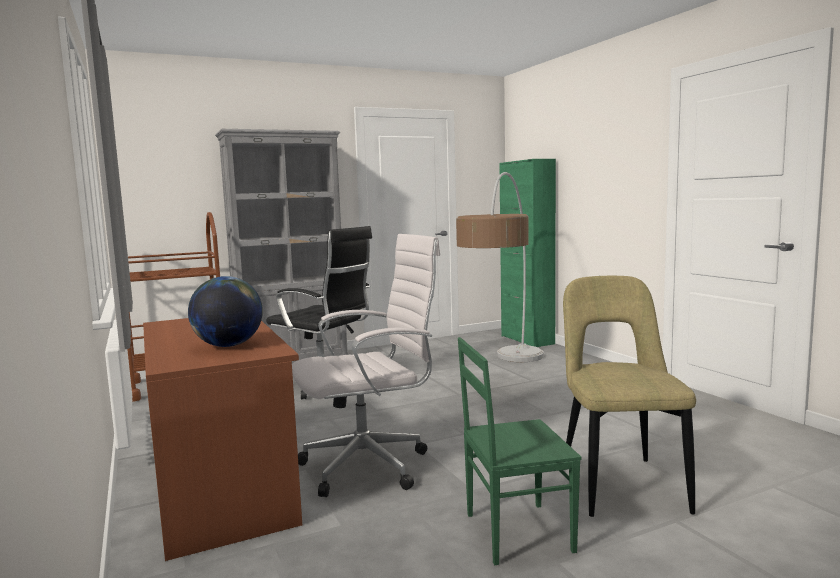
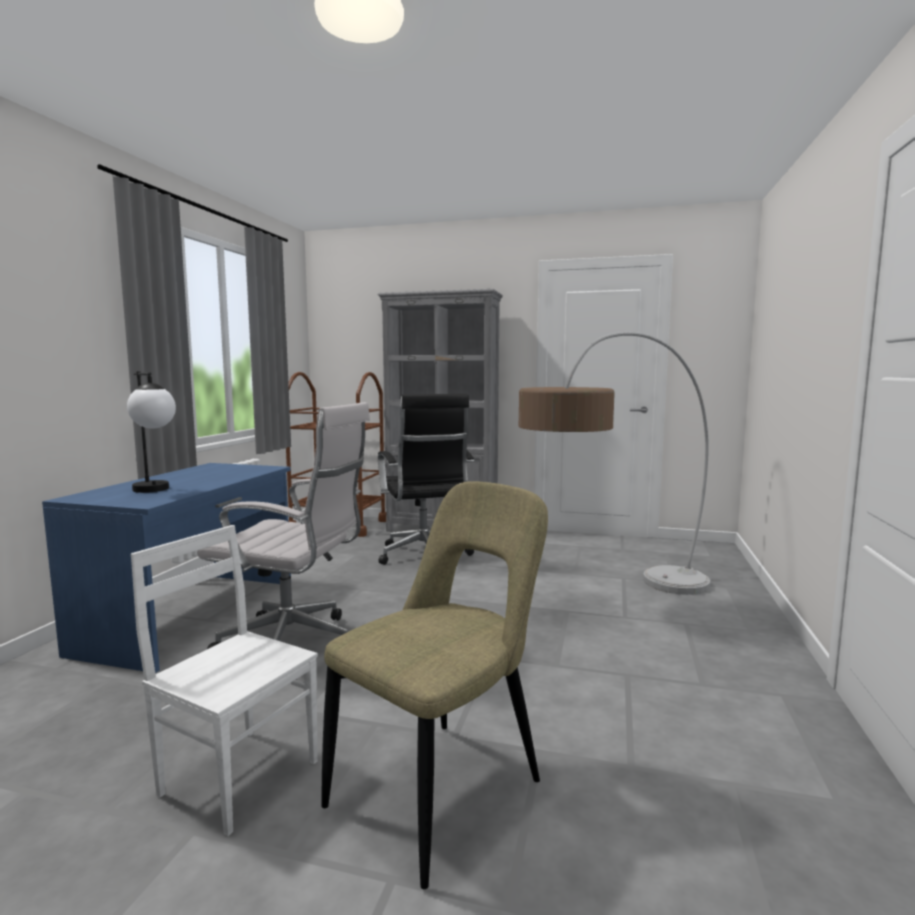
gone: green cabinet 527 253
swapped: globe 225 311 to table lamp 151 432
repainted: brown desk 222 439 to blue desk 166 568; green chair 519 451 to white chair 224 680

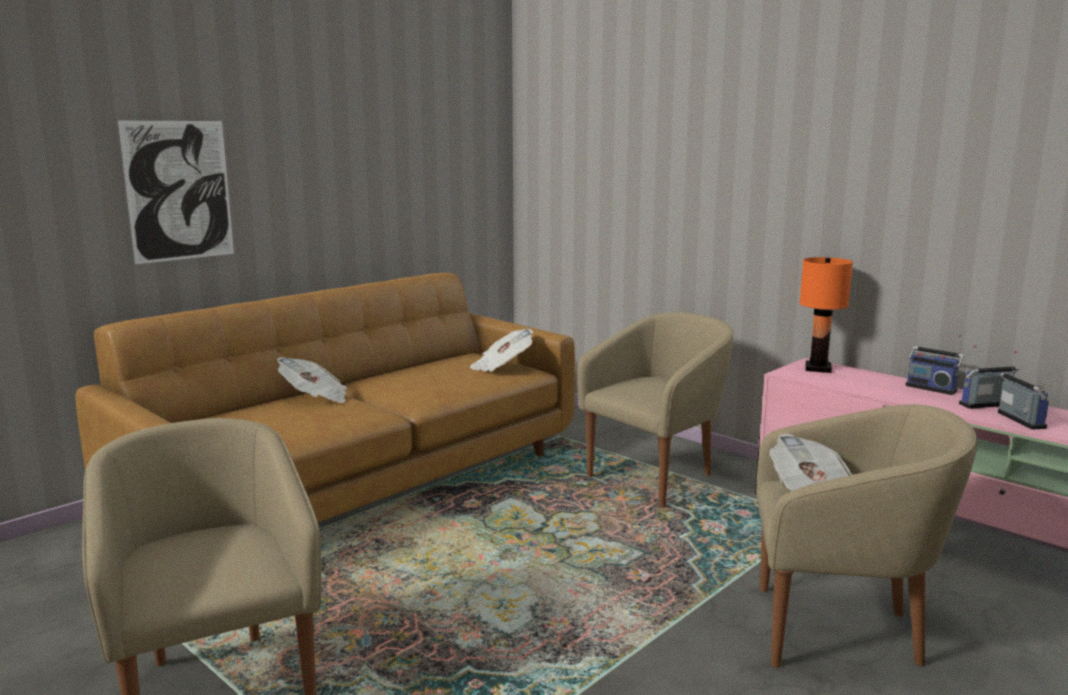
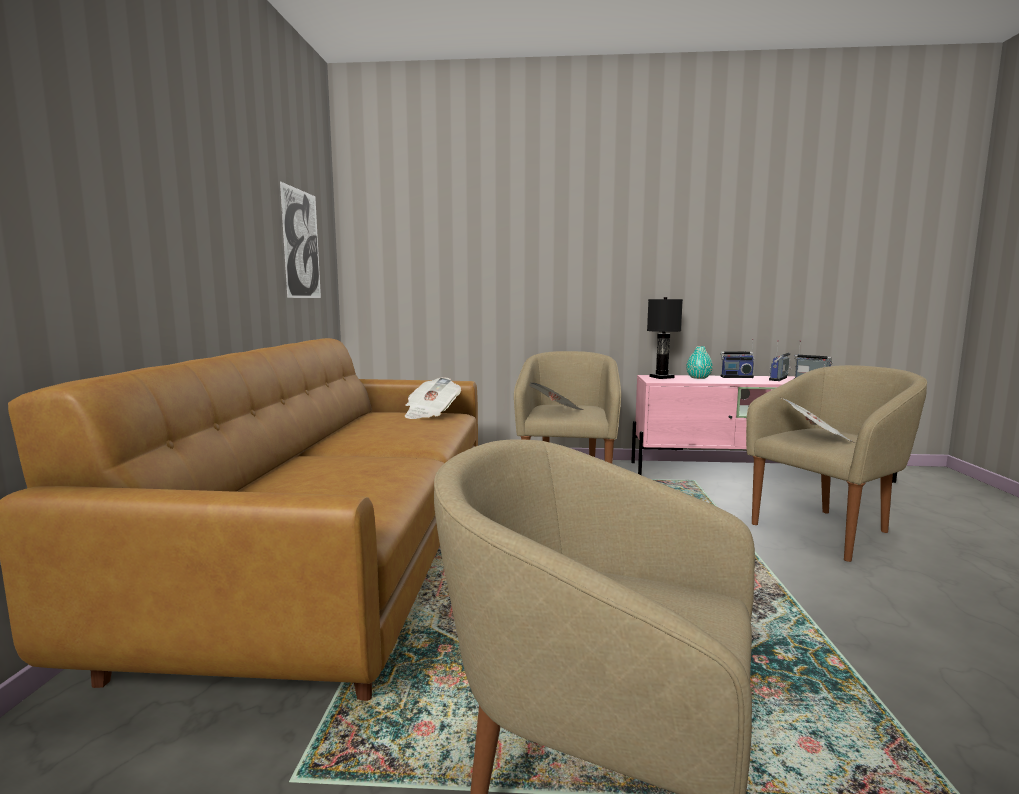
new: turquoise vase 699 362
shifted: picture 176 192 to 300 239; newspaper 312 380 to 556 396
repainted: orange table lamp 826 315 to black table lamp 665 338

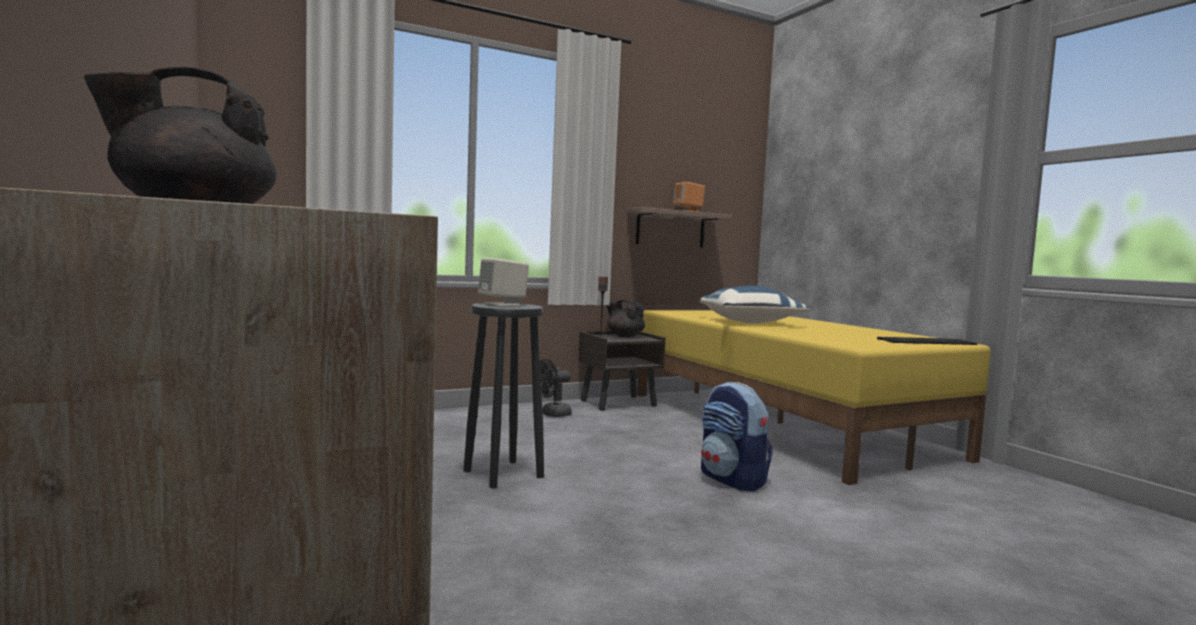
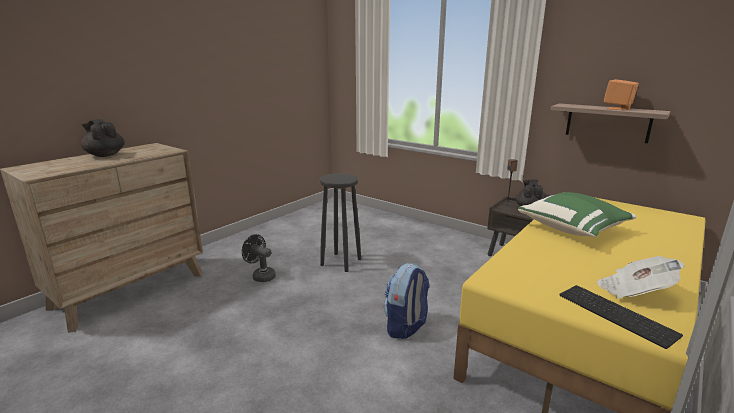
gone: beige speaker 503 282
new: newspaper 641 277
shifted: black fan 556 388 to 259 258
repainted: blue pillow 754 304 to green pillow 577 214

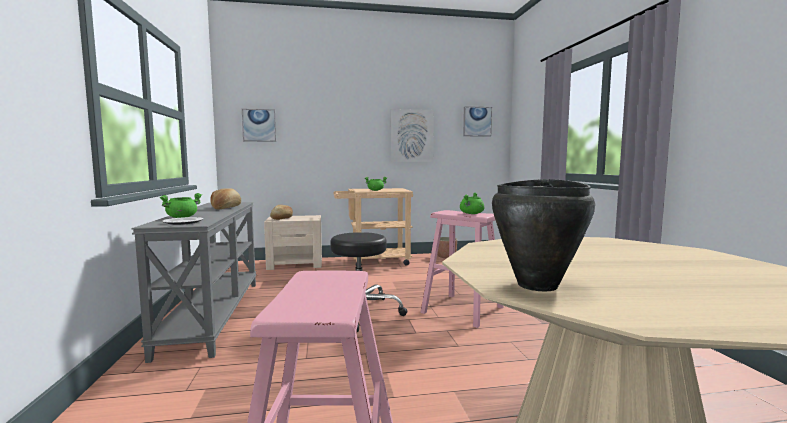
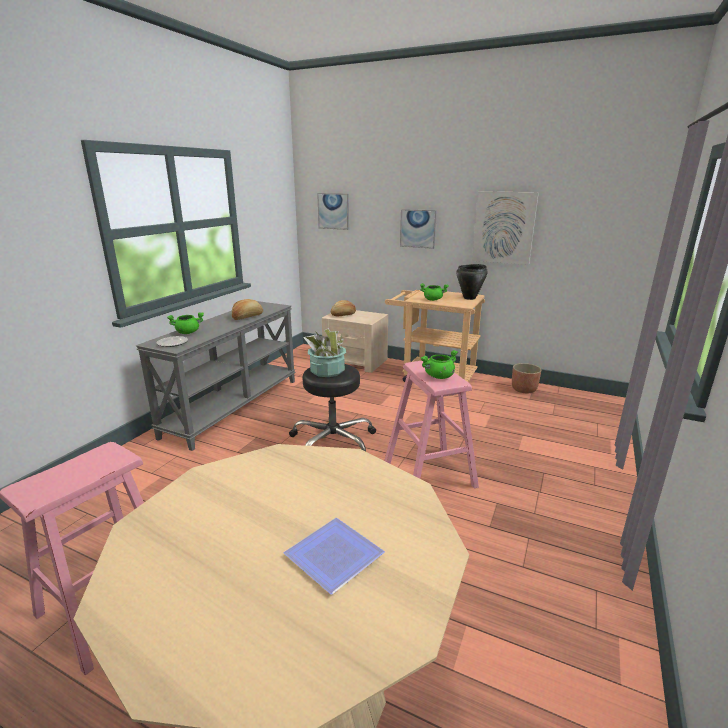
new: potted plant 324 352; plate 334 556
shifted: picture 477 121 to 418 229; black cooking pot 543 235 to 472 282

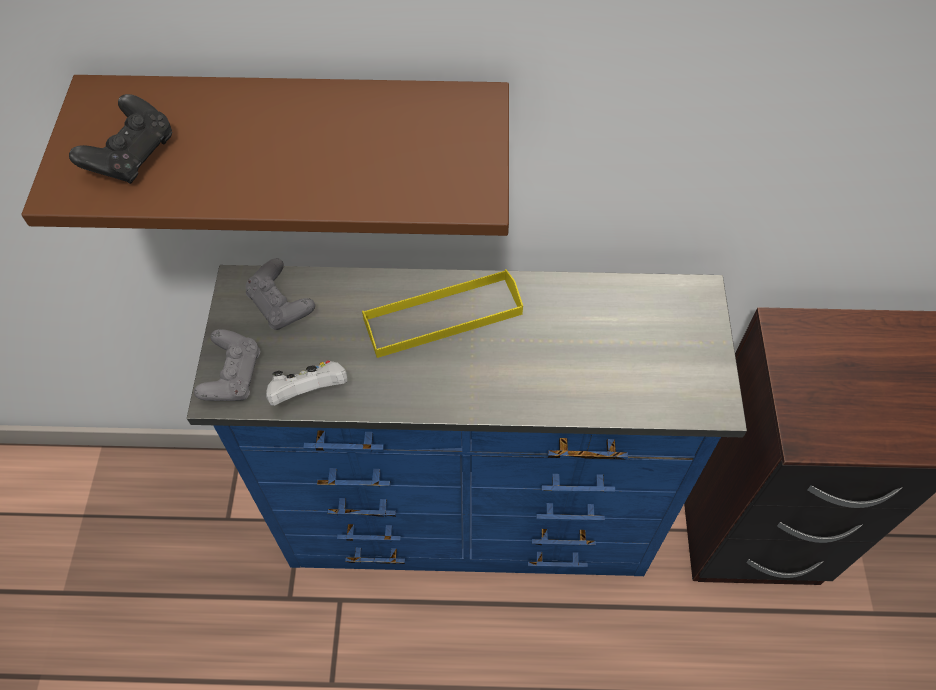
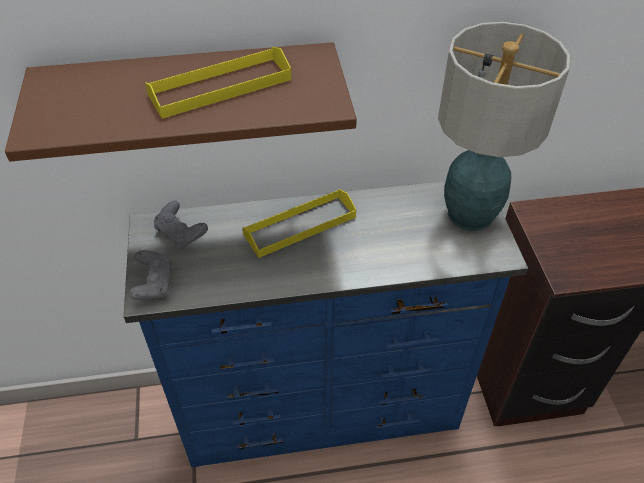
gone: black game controller 120 139; white game controller 306 383
new: table lamp 504 126; yellow tray 218 82

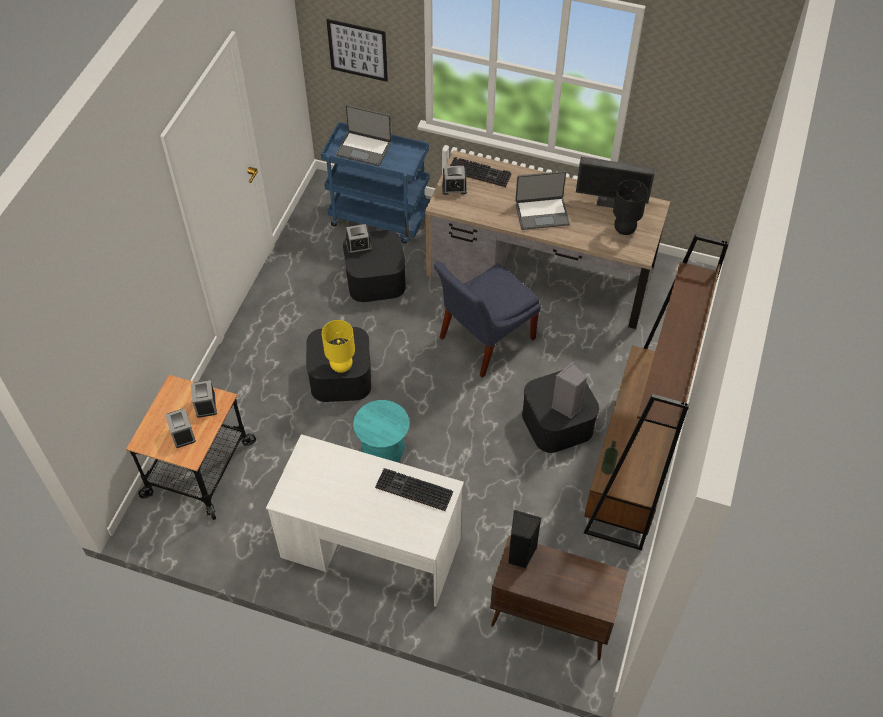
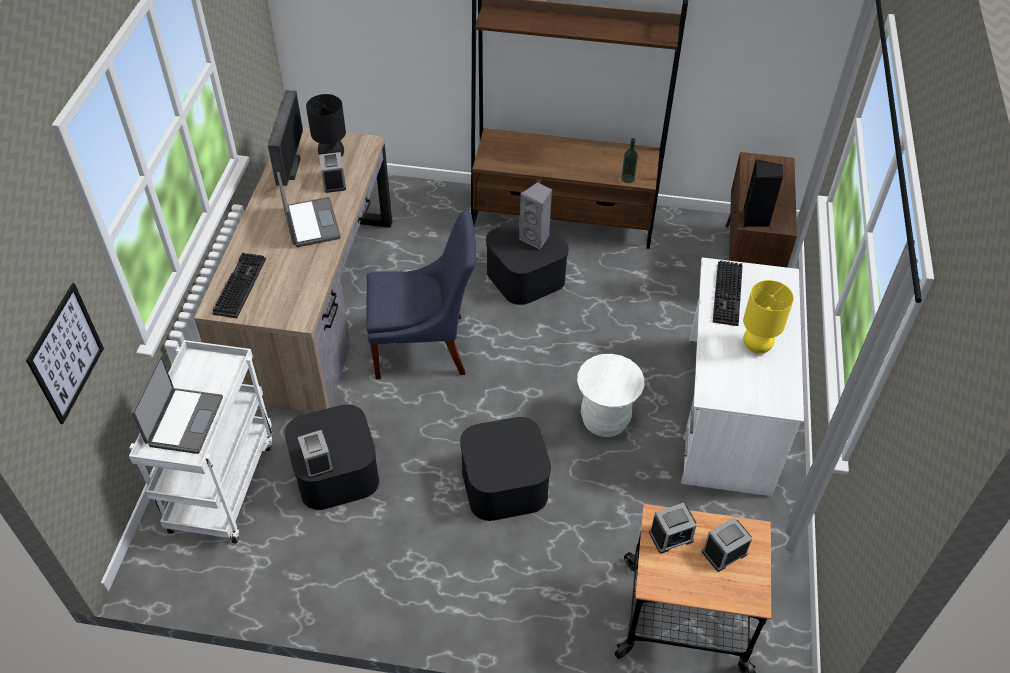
shifted: alarm clock 454 180 to 332 172; yellow table lamp 338 346 to 768 317
repainted: blue cart 375 183 to white cart 200 442; turquoise stool 381 431 to white stool 611 395
rotated: blue chair 487 320 = 421 295 45 degrees counterclockwise

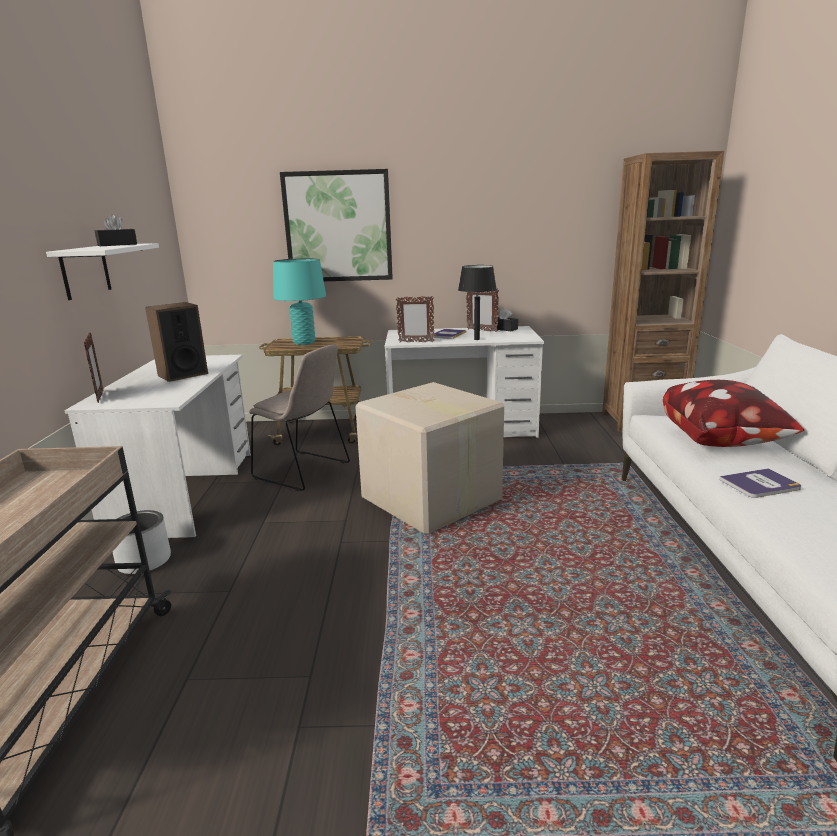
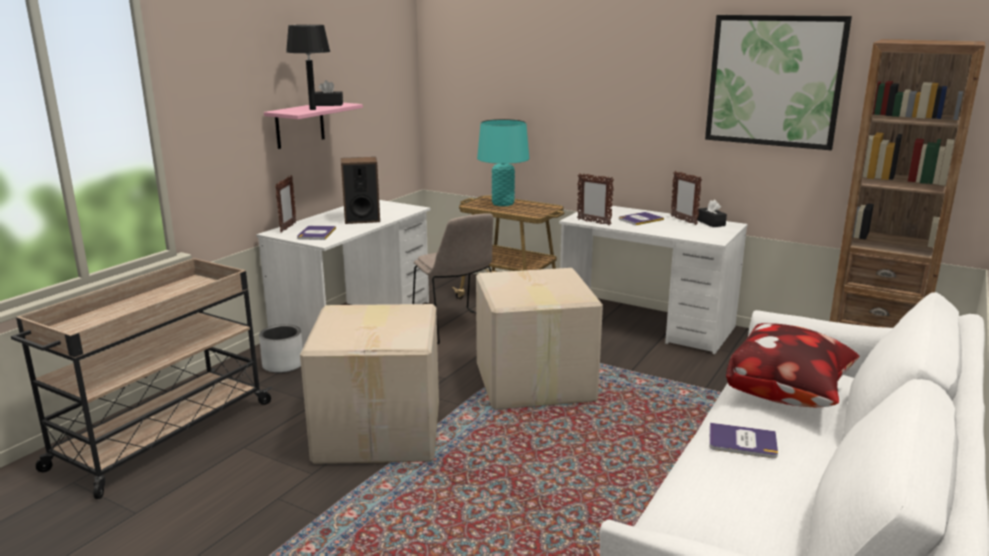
new: book 316 233; cardboard box 369 384
shifted: picture 336 225 to 778 82; black table lamp 477 302 to 308 67
repainted: white shelf 102 271 to pink shelf 313 126

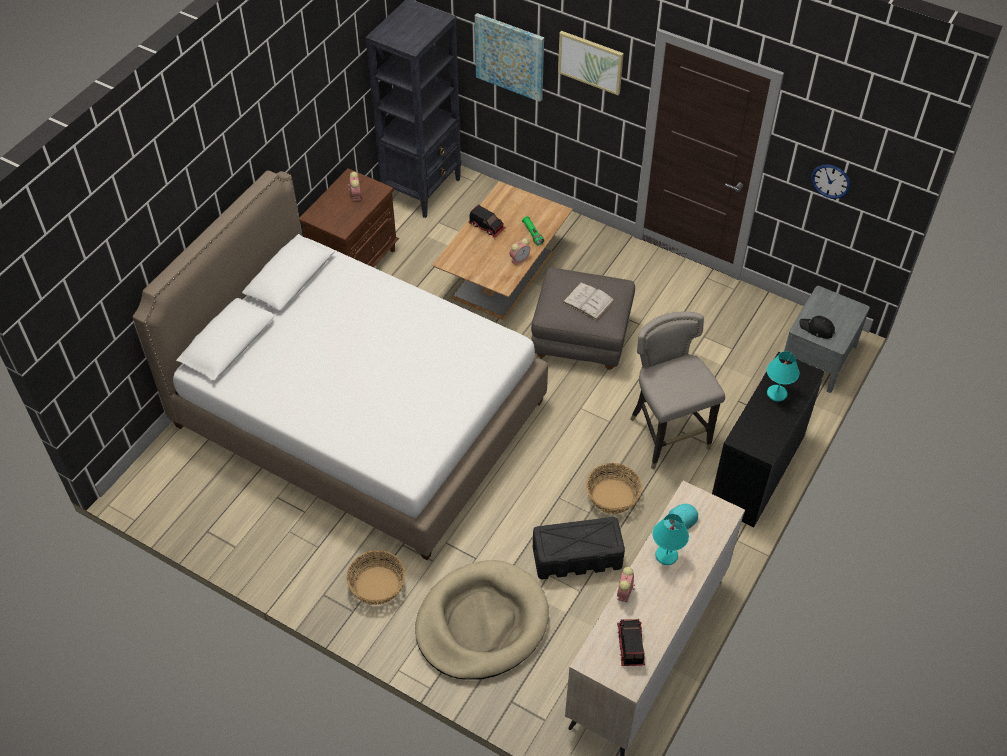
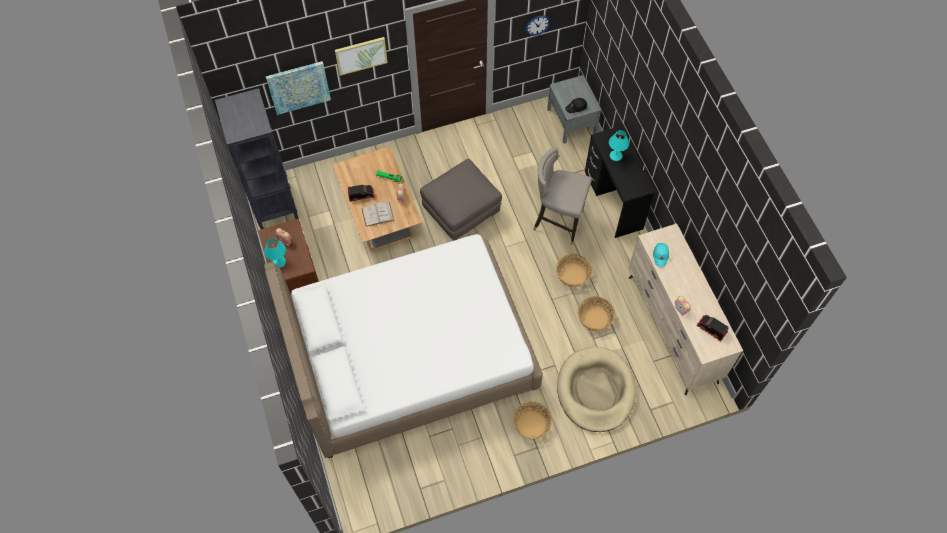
shifted: white book 588 301 to 377 214; turquoise table lamp 670 539 to 275 253
swapped: black storage box 579 548 to basket 596 313

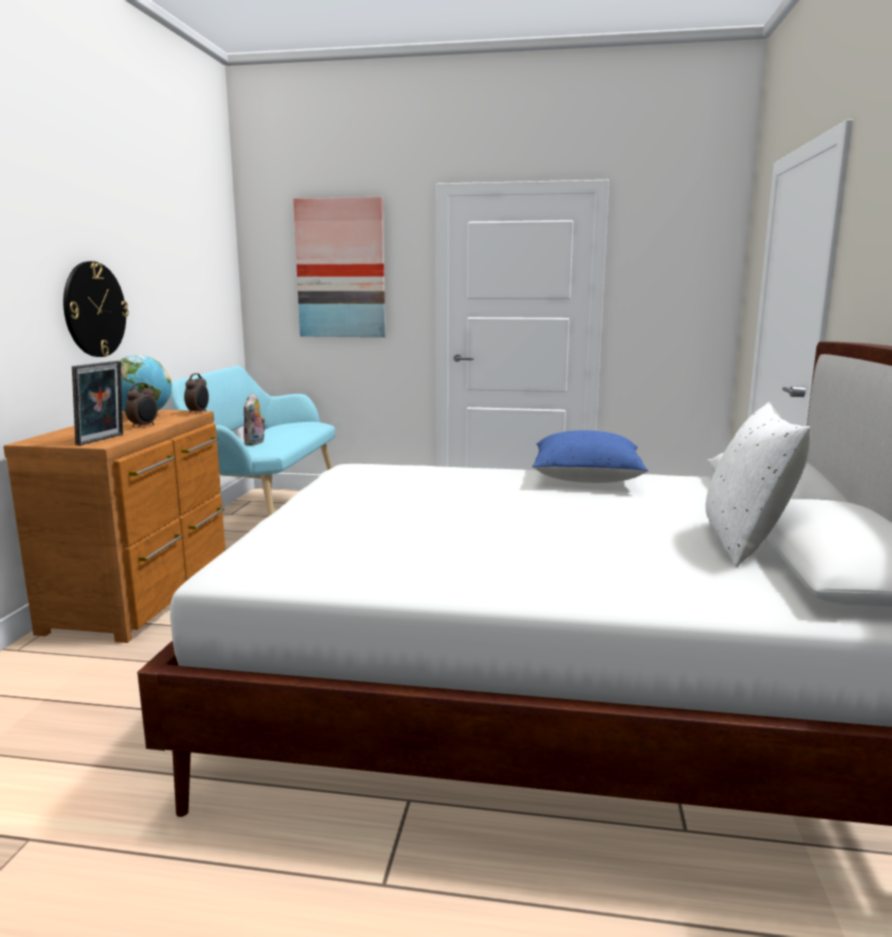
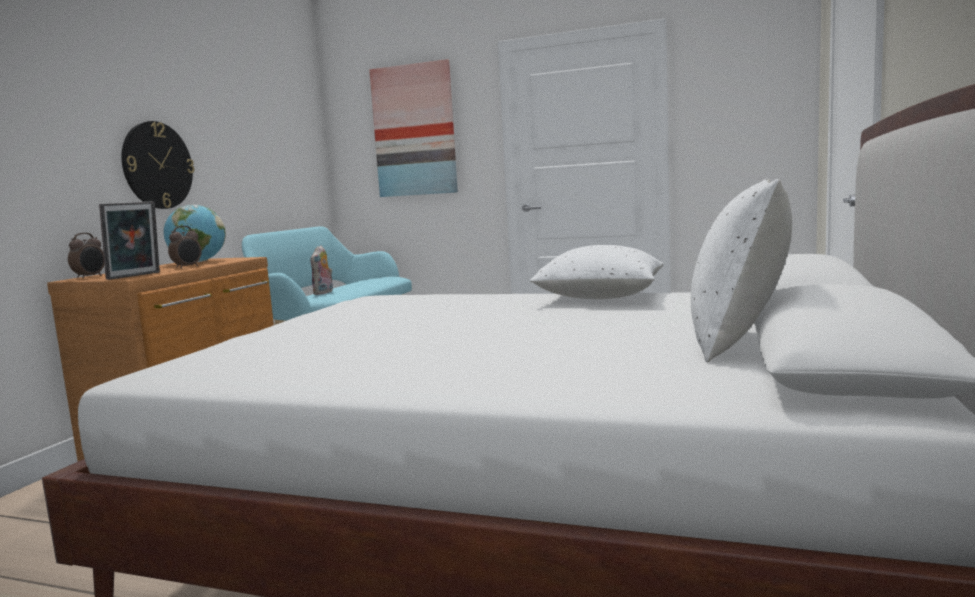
shifted: alarm clock 196 393 to 86 255
repainted: blue pillow 590 456 to white pillow 597 272

